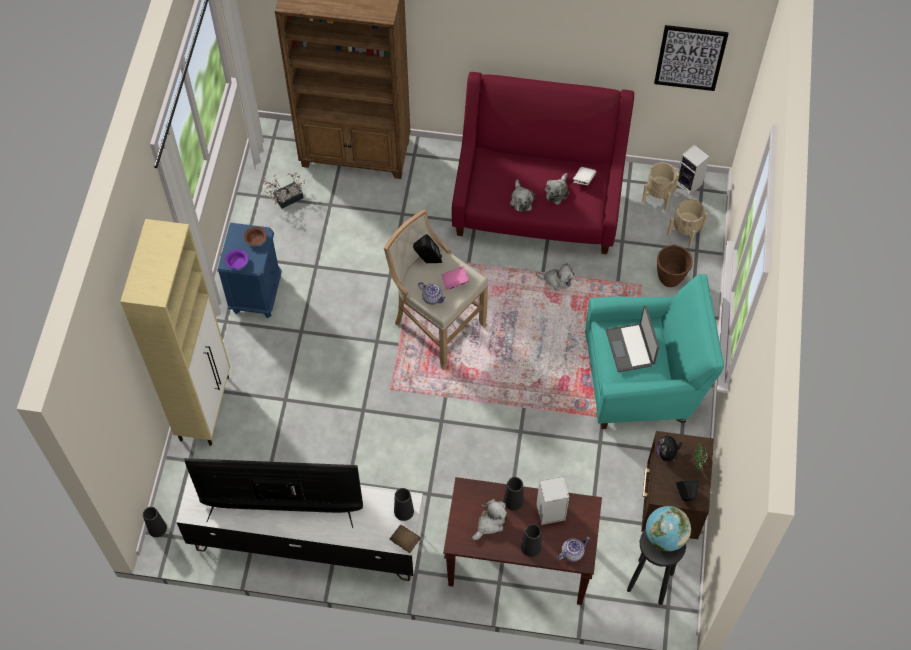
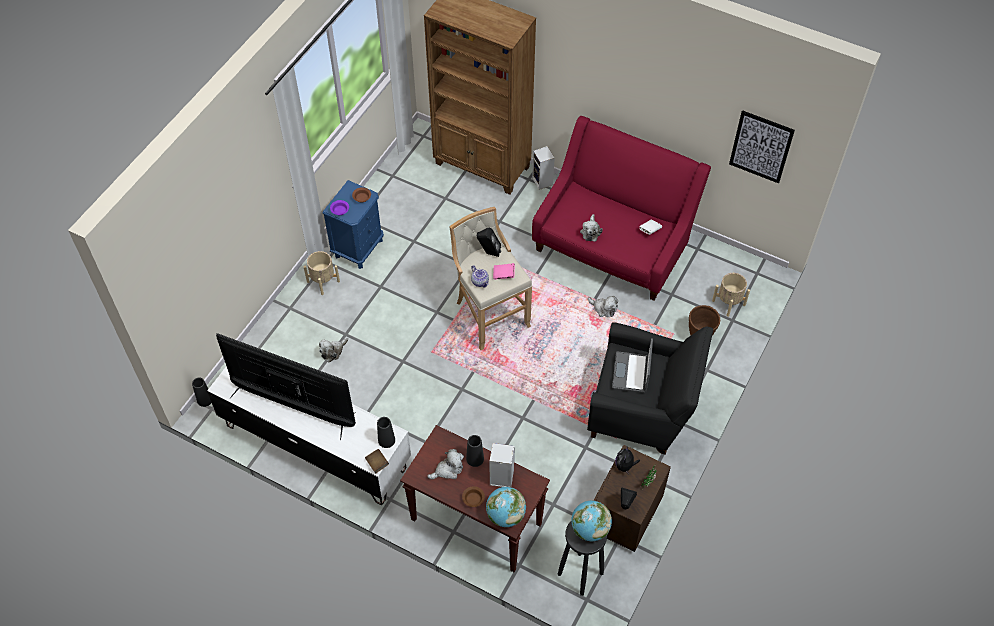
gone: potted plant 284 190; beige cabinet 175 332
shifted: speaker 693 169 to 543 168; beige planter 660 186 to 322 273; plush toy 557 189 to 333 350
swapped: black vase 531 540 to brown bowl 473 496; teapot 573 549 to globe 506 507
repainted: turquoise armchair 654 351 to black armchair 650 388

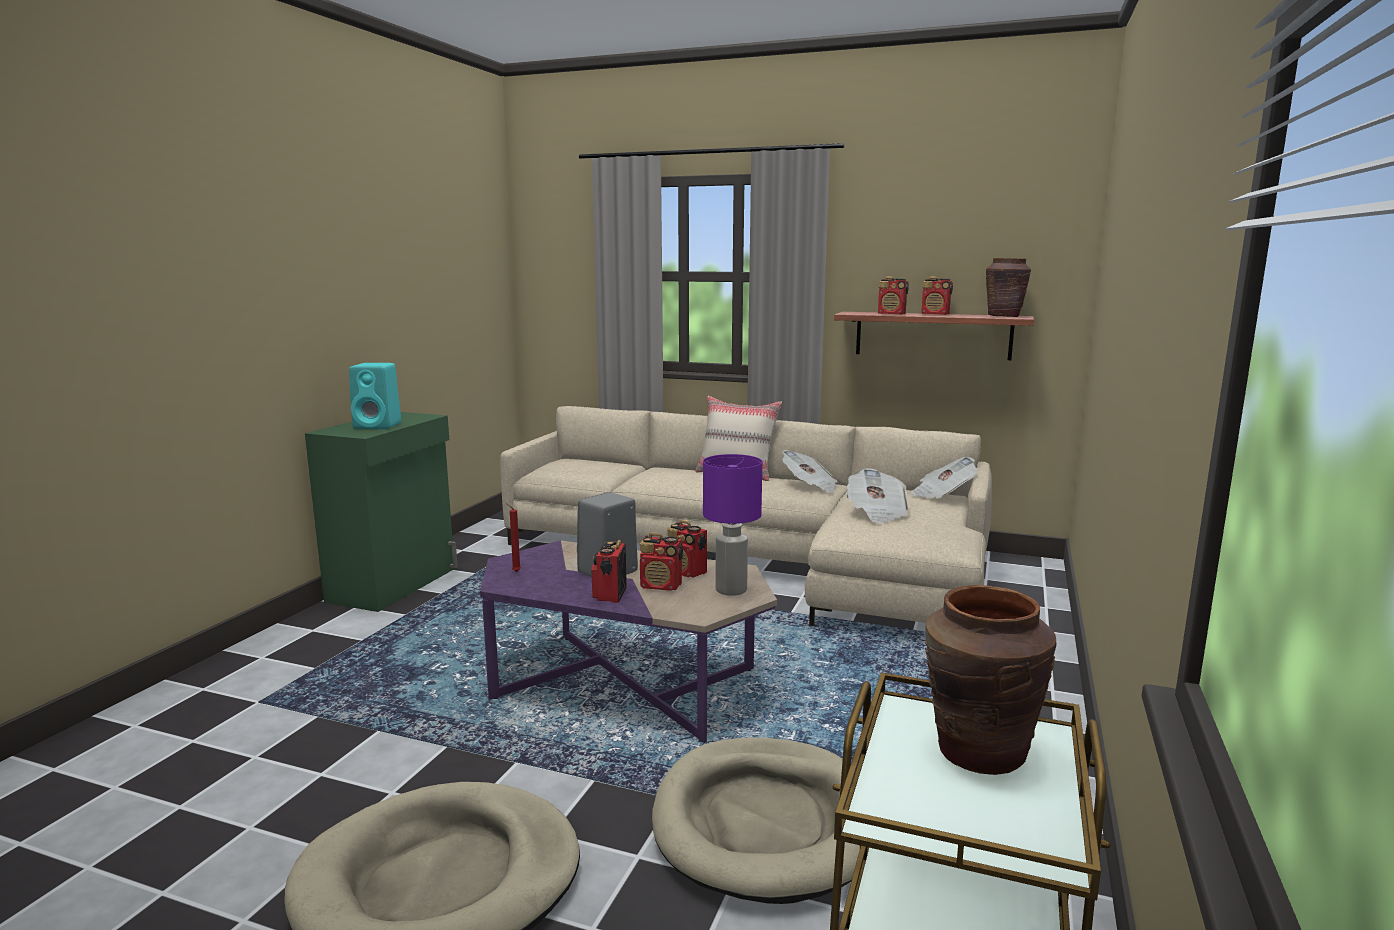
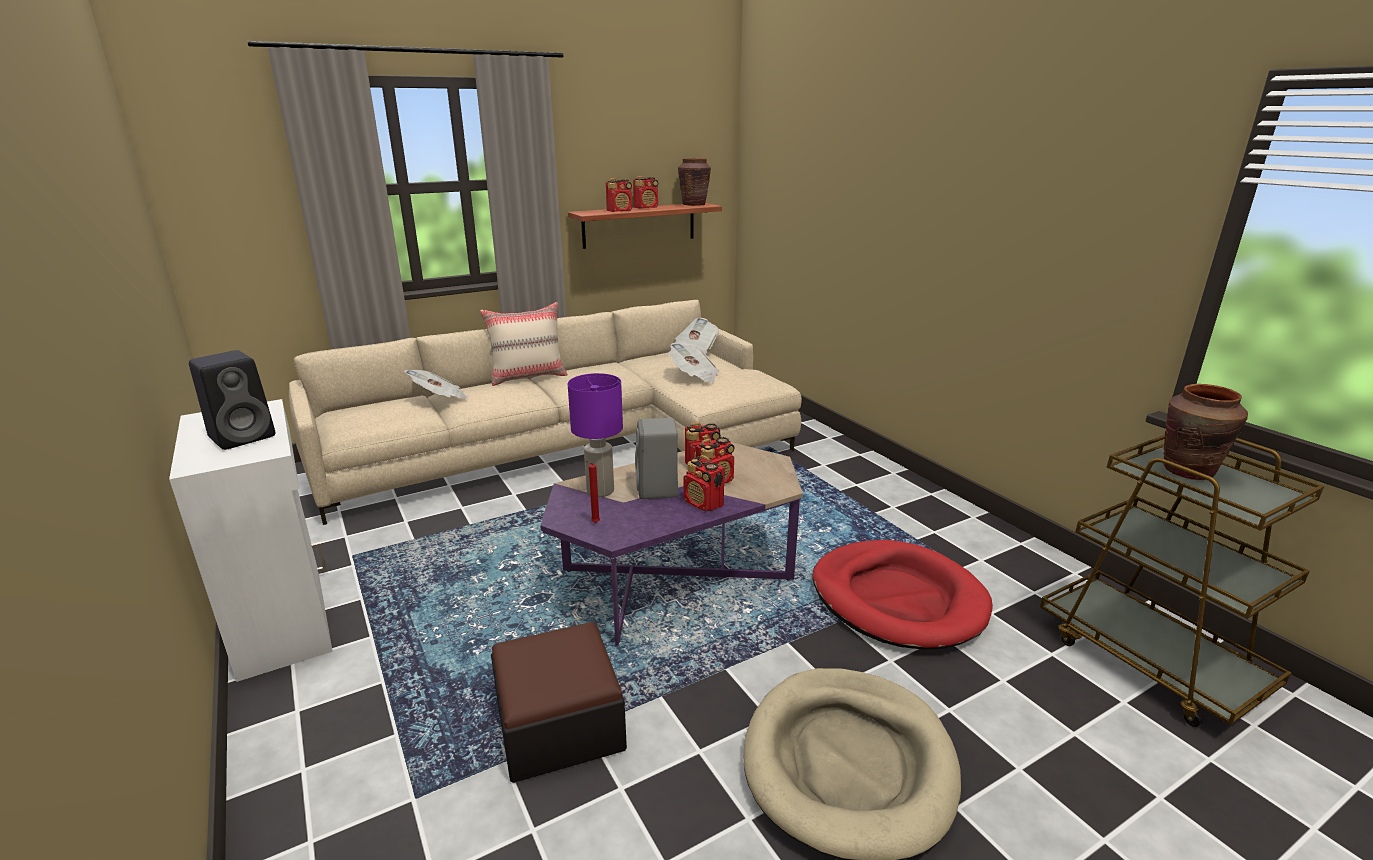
new: ottoman 559 702
shifted: newspaper 809 471 to 436 384; purple table lamp 732 525 to 595 435
repainted: turquoise speaker 375 396 to black speaker 232 400; green cabinet 381 512 to white cabinet 251 540; beige dog bed 756 821 to red dog bed 902 595

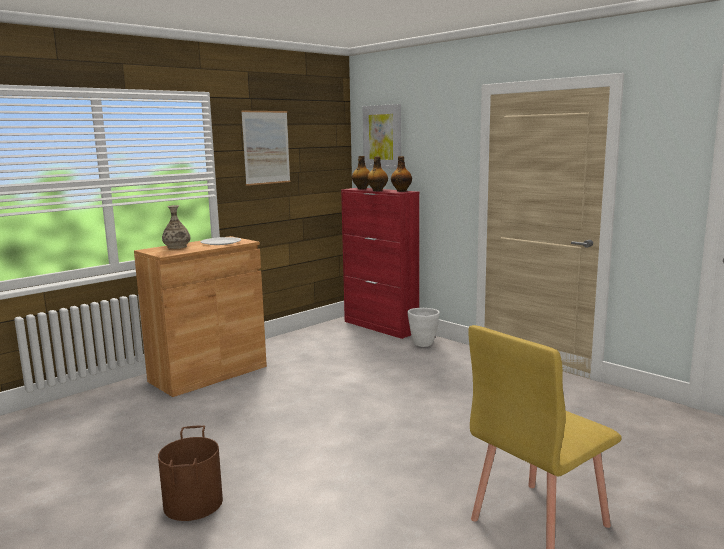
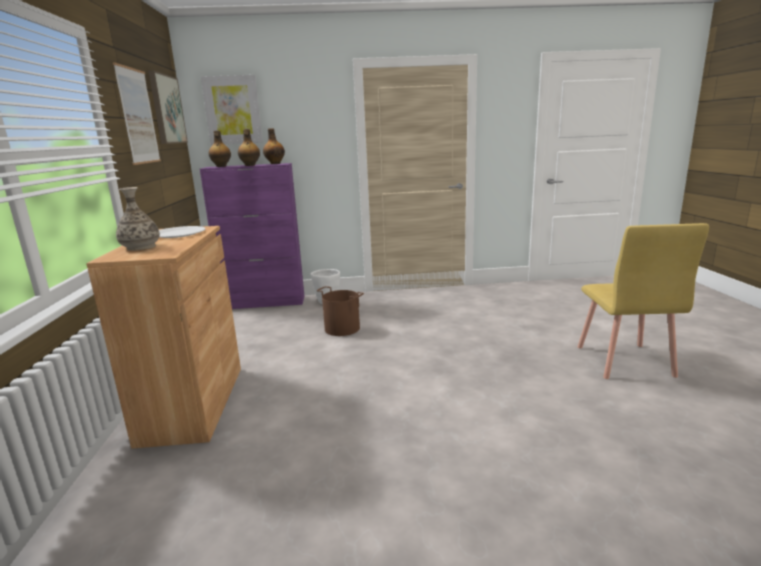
new: picture 168 107
shifted: brown bucket 190 473 to 340 311
repainted: red cabinet 380 263 to purple cabinet 252 236

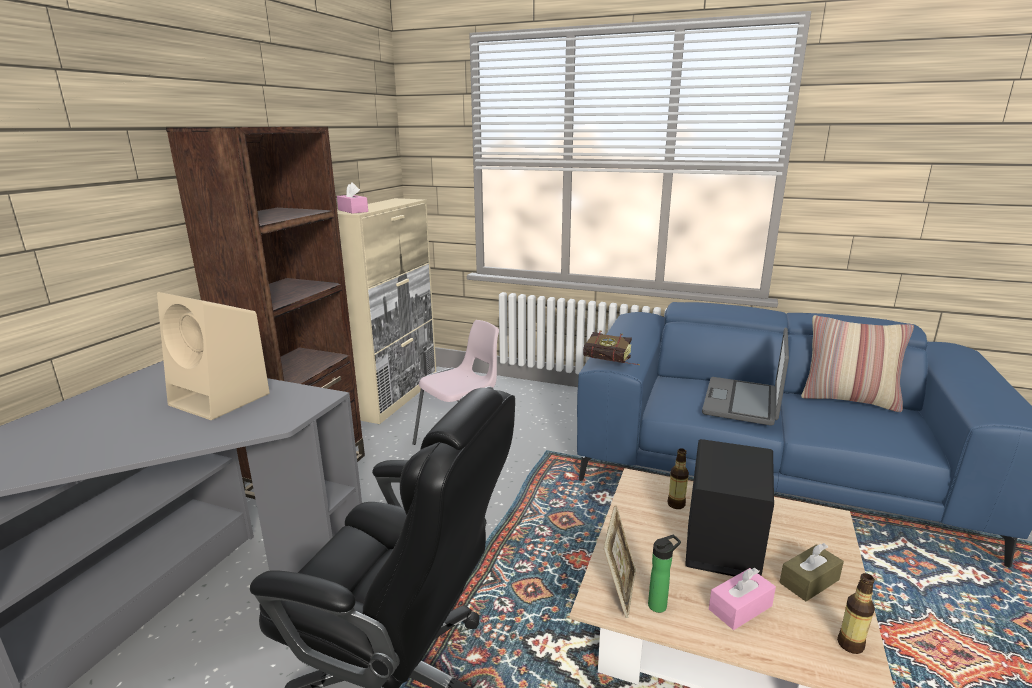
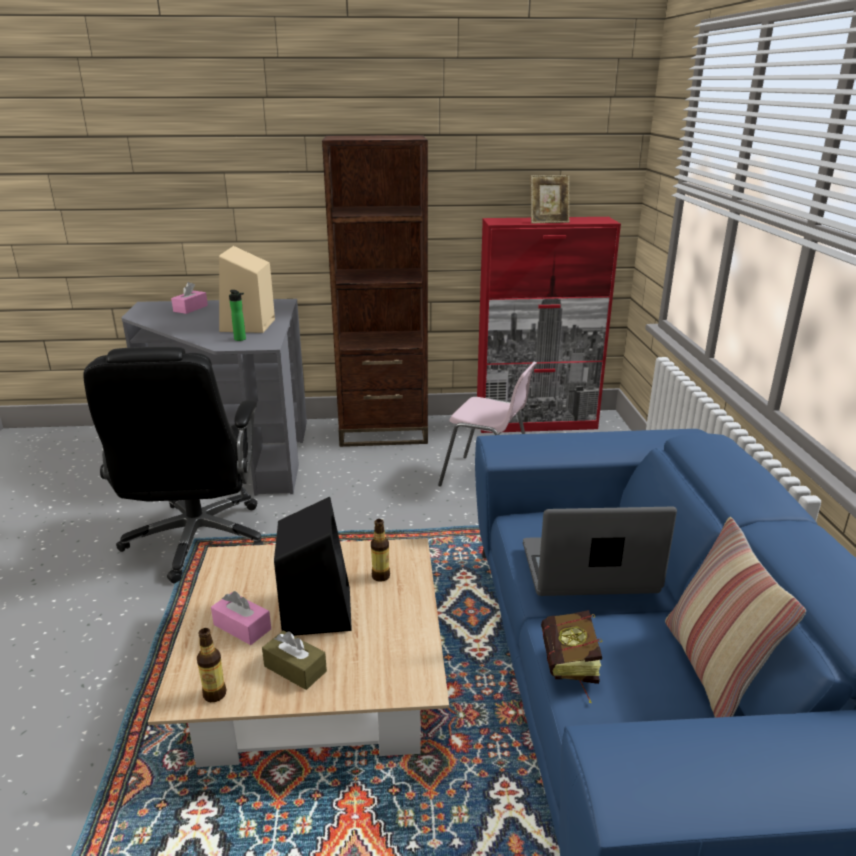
shifted: pink tissue box 352 198 to 189 298; book 611 348 to 571 657; picture frame 620 561 to 550 199; bottle 664 574 to 237 315
repainted: beige cabinet 386 311 to red cabinet 549 325

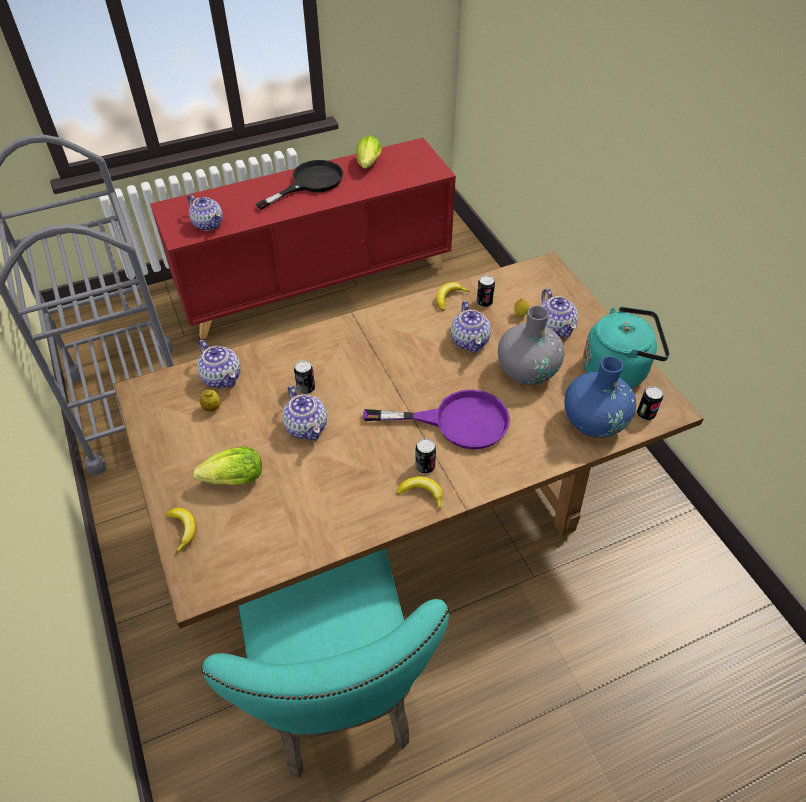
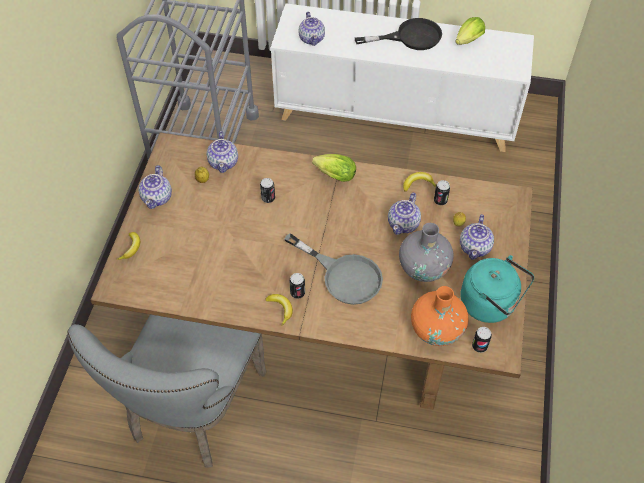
shifted: teapot 304 413 to 155 187; lettuce 227 466 to 334 168
repainted: red cabinet 303 238 to white cabinet 402 77; blue vase 600 397 to orange vase 440 316; purple frying pan 436 419 to grey frying pan 333 269; turquoise chair 325 663 to grey chair 167 391

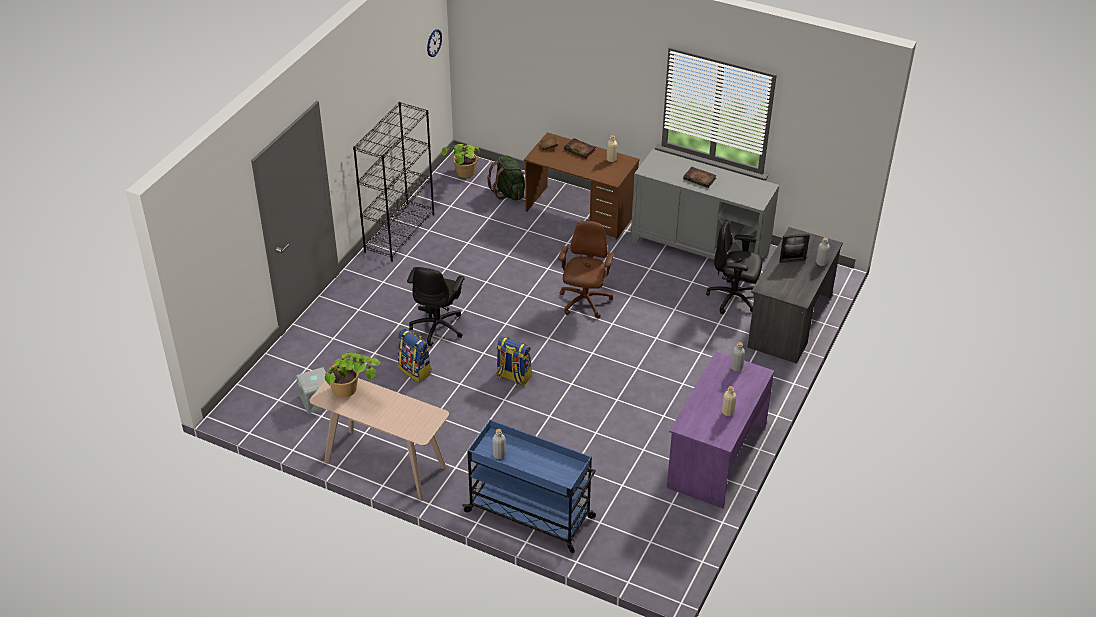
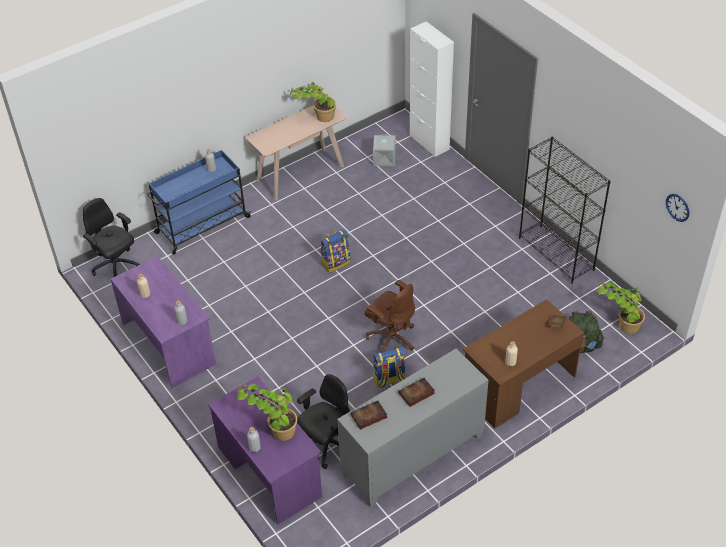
new: white cabinet 432 89
shifted: book 580 148 to 369 415; black office chair 435 306 to 111 237; backpack 415 355 to 389 367
swapped: picture frame 794 248 to potted plant 267 412
repainted: grey desk 795 295 to purple desk 265 451

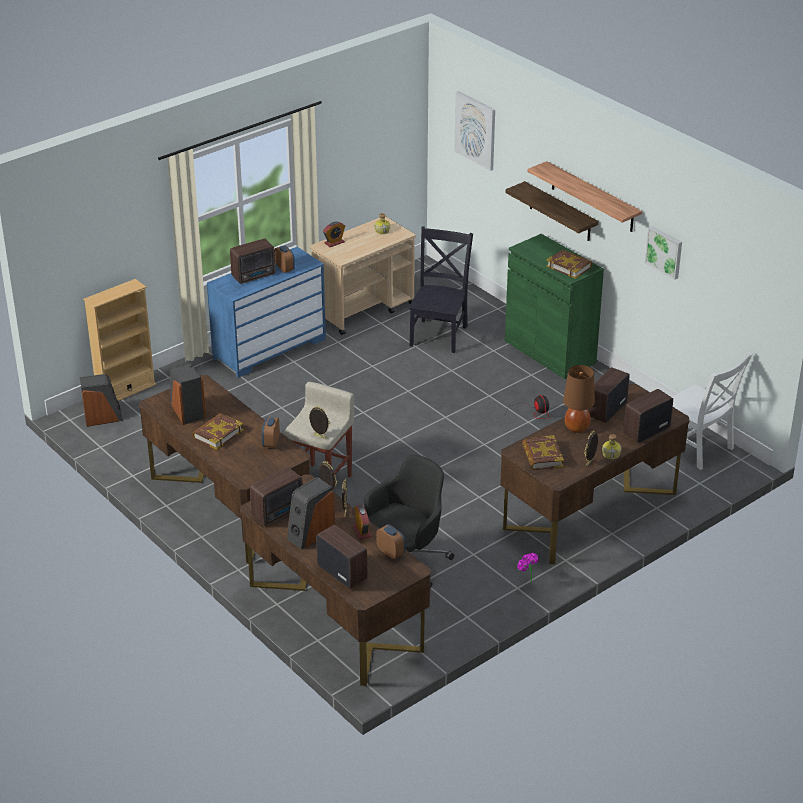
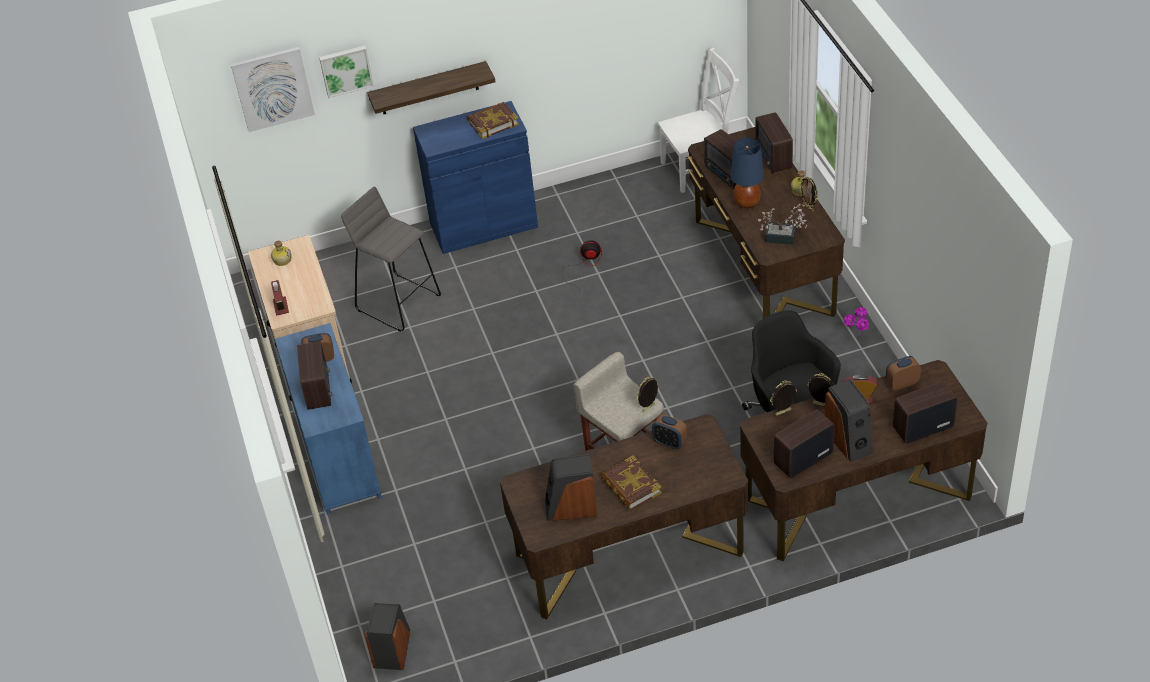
gone: shelf 584 196; beige bookcase 119 340
shifted: picture 663 253 to 346 72
swapped: black chair 441 289 to grey stool 391 259; book 543 452 to potted plant 782 224
repainted: green cabinet 554 306 to blue cabinet 475 177; brown table lamp 579 399 to blue table lamp 747 173
rotated: radio 276 496 = 804 443 105 degrees counterclockwise

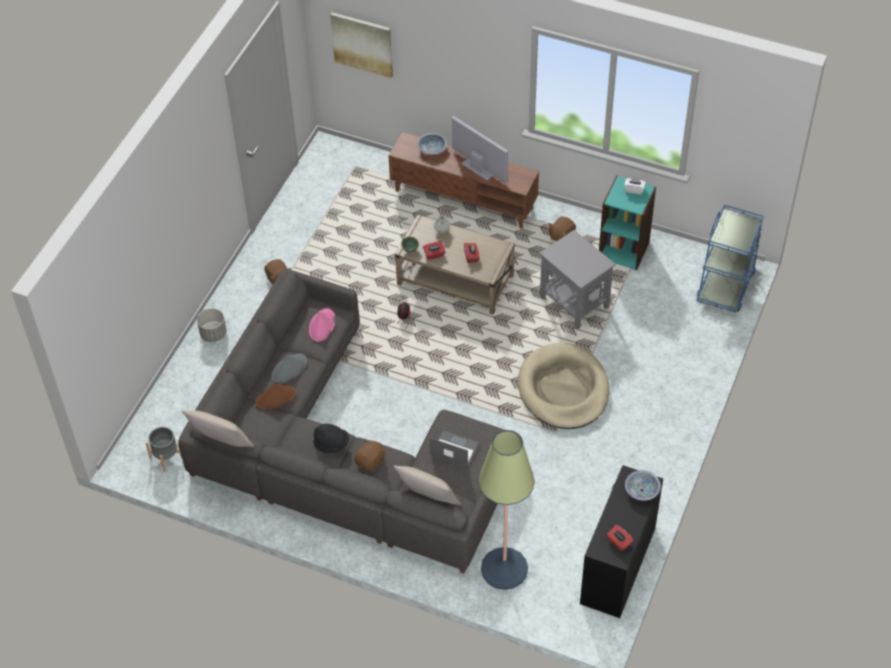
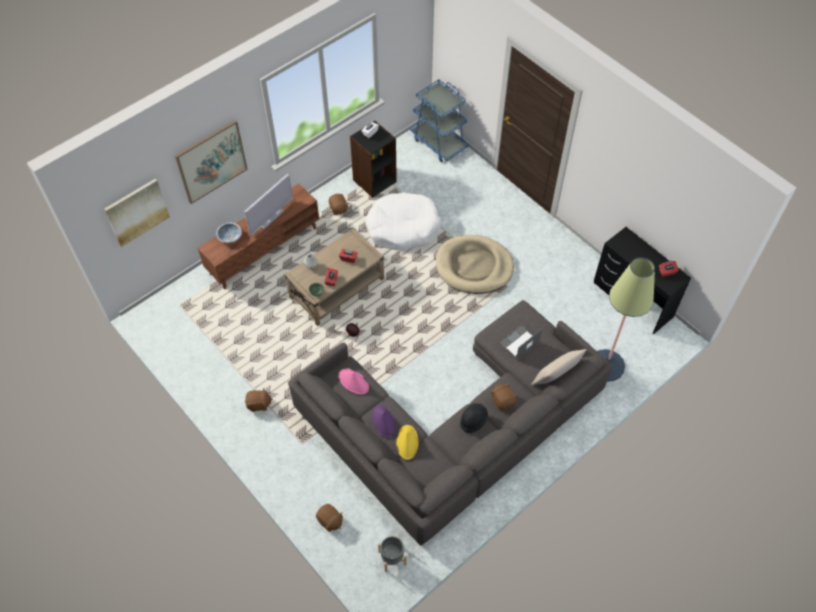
gone: grey planter 211 325; beige pillow 218 428; bowl 643 485
new: picture 211 162; brown plush toy 329 518
swapped: grey side table 577 280 to white dog bed 403 221
repainted: turquoise bookcase 627 222 to black bookcase 373 159; grey hat 289 369 to purple hat 384 421; brown hat 275 396 to yellow hat 407 442
rotated: television 480 149 = 268 204 150 degrees clockwise

